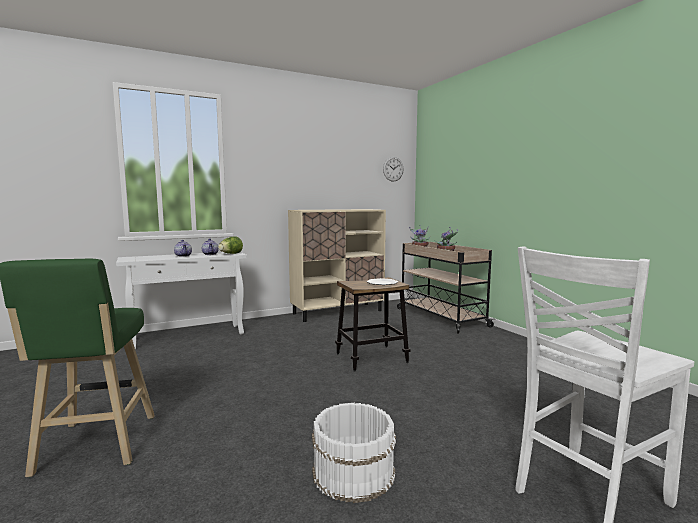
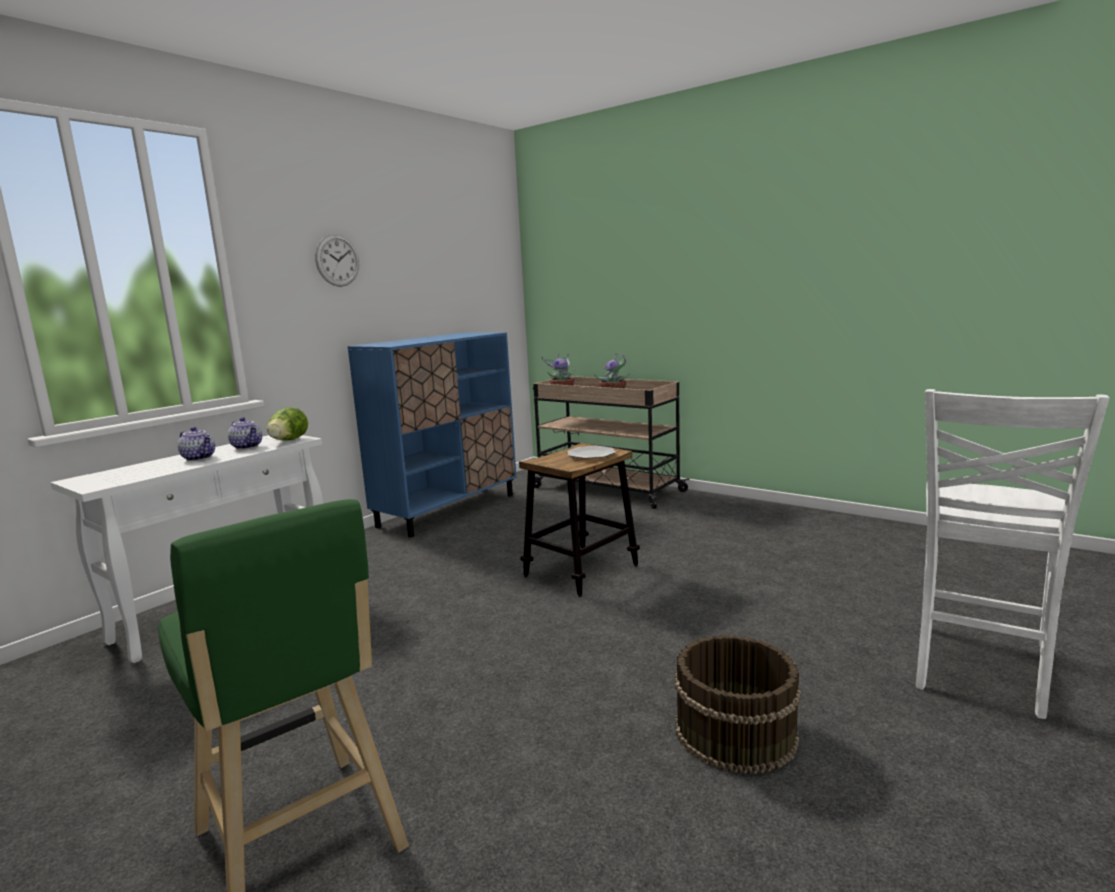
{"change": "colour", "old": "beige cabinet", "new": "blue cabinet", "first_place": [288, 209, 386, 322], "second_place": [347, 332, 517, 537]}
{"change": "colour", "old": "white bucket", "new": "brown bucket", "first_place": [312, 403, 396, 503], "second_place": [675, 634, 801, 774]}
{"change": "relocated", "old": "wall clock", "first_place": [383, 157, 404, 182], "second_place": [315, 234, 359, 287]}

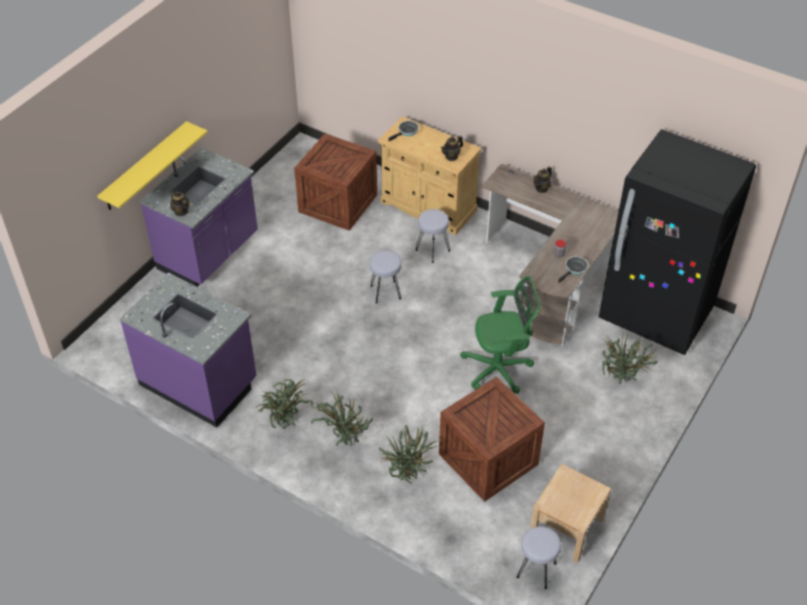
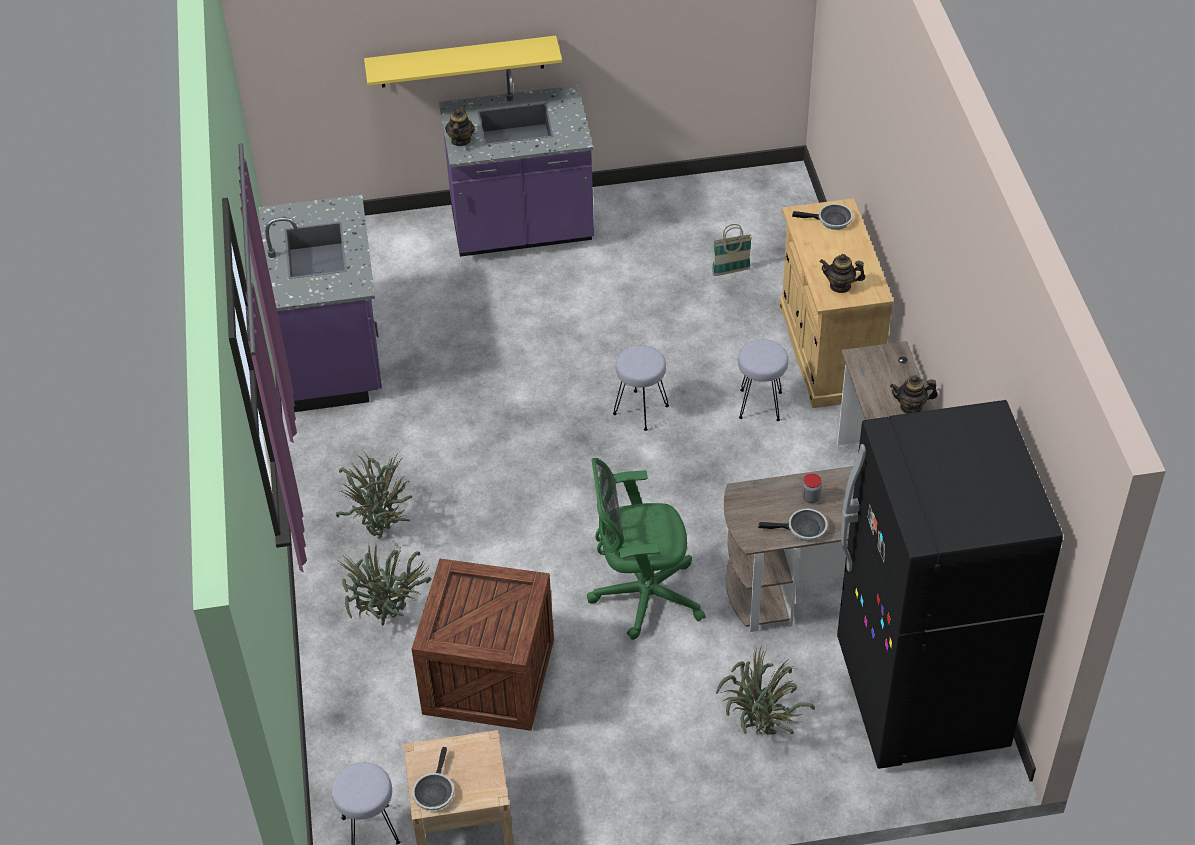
{"change": "missing", "old": "potted plant", "first_place": [254, 377, 313, 429]}
{"change": "exchanged", "old": "crate", "new": "basket", "first_place": [294, 133, 377, 231], "second_place": [712, 224, 752, 276]}
{"change": "spun", "old": "green office chair", "first_place": [460, 276, 541, 394], "second_place": [587, 458, 706, 640], "degrees": 135}
{"change": "appeared", "new": "frying pan", "second_place": [412, 747, 454, 810]}

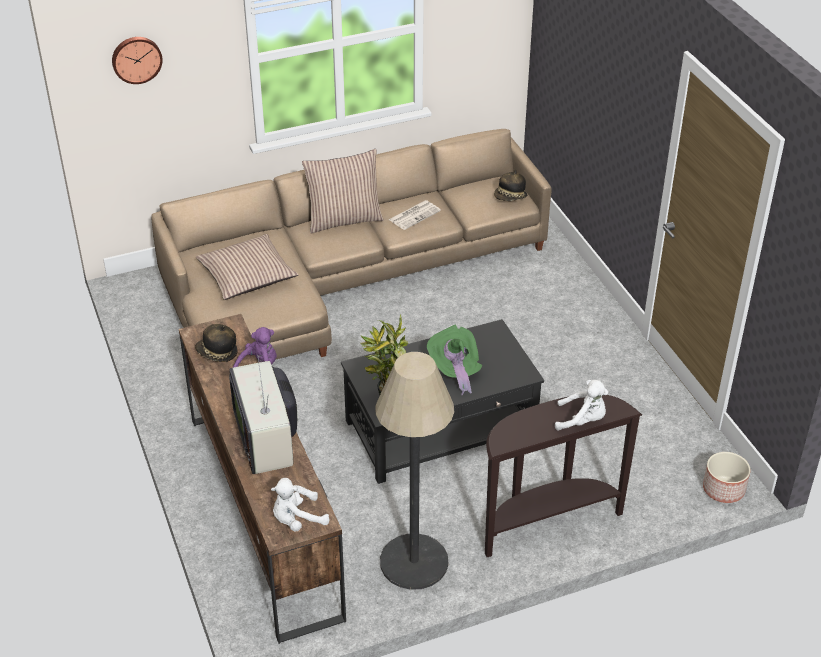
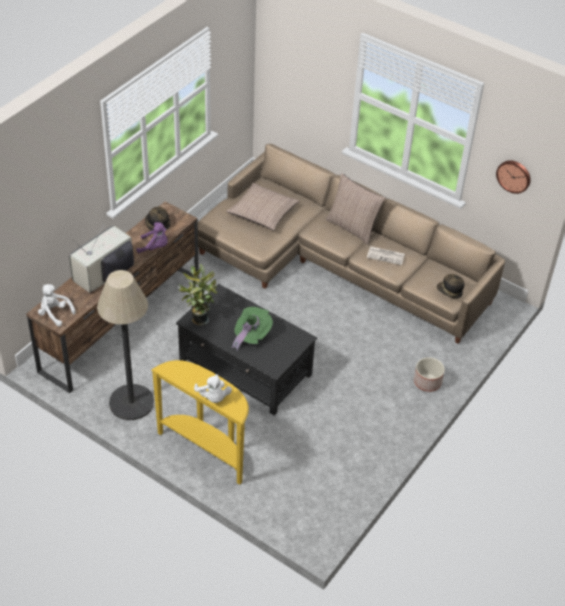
{"change": "relocated", "old": "wall clock", "first_place": [112, 37, 163, 84], "second_place": [496, 160, 531, 194]}
{"change": "colour", "old": "brown console table", "new": "yellow console table", "first_place": [485, 395, 642, 557], "second_place": [151, 360, 249, 485]}
{"change": "relocated", "old": "planter", "first_place": [703, 452, 751, 503], "second_place": [414, 357, 445, 392]}

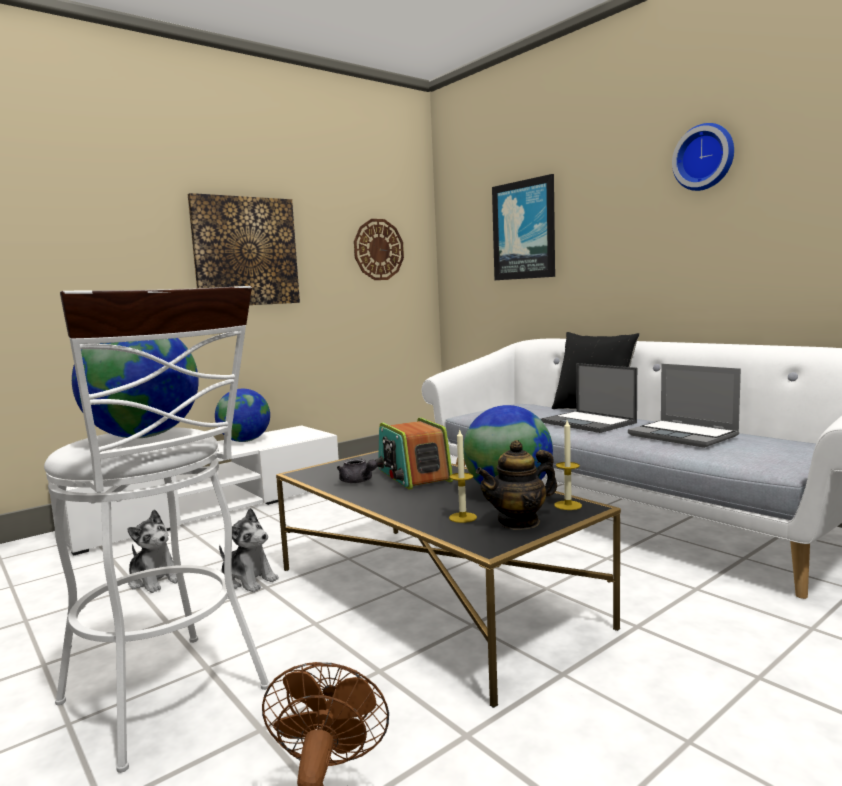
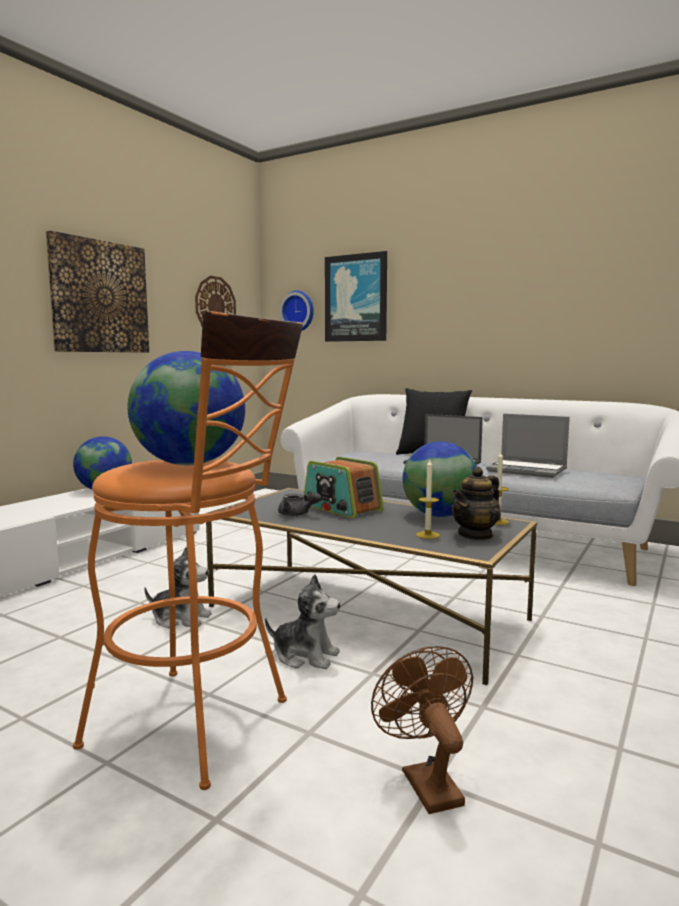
{"change": "colour", "old": "white stool", "new": "orange stool", "first_place": [44, 286, 270, 773], "second_place": [73, 311, 303, 790]}
{"change": "relocated", "old": "plush toy", "first_place": [127, 509, 178, 593], "second_place": [265, 574, 340, 669]}
{"change": "relocated", "old": "wall clock", "first_place": [672, 123, 734, 191], "second_place": [279, 290, 314, 331]}

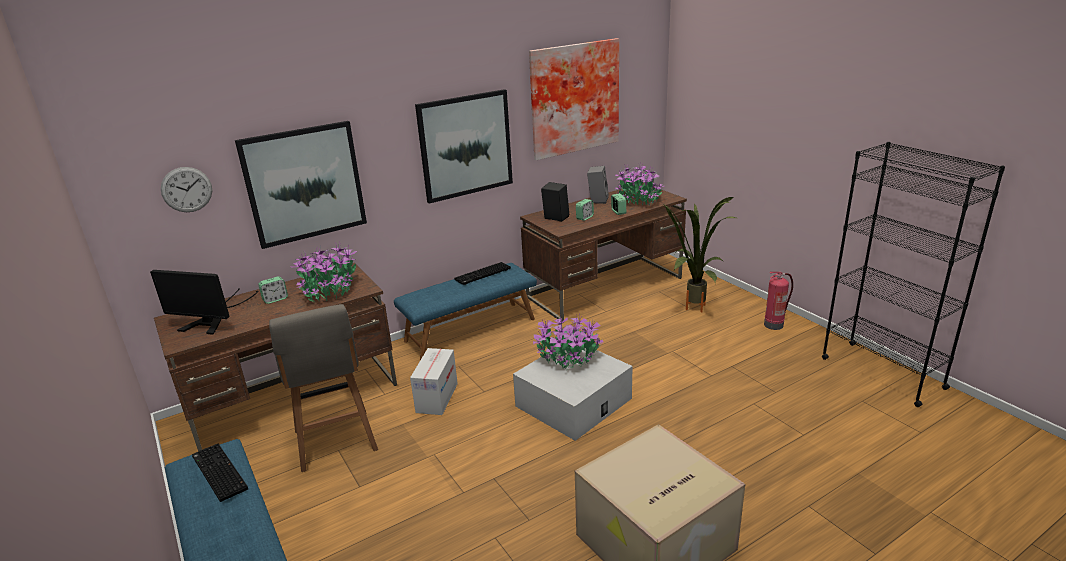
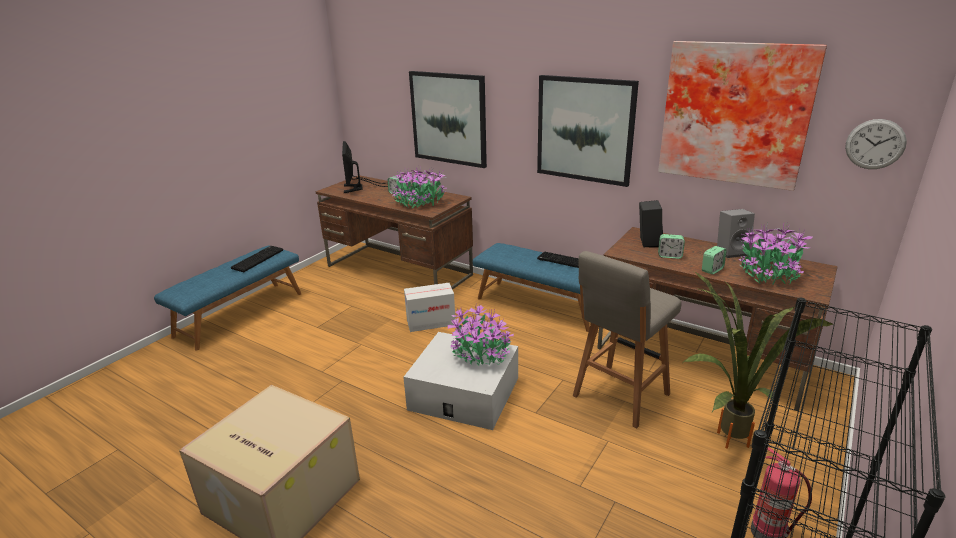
{"change": "relocated", "old": "wall clock", "first_place": [161, 167, 212, 212], "second_place": [845, 119, 907, 169]}
{"change": "relocated", "old": "grey stool", "first_place": [269, 304, 378, 472], "second_place": [573, 251, 682, 428]}

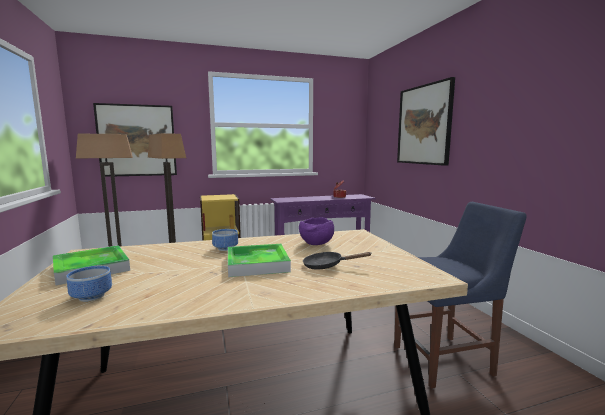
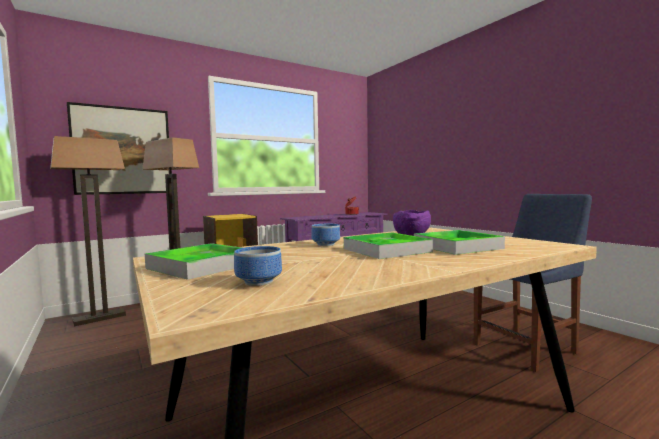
{"change": "exchanged", "old": "black frying pan", "new": "tray", "first_place": [303, 252, 372, 270], "second_place": [414, 230, 505, 255]}
{"change": "missing", "old": "picture", "first_place": [397, 77, 455, 166]}

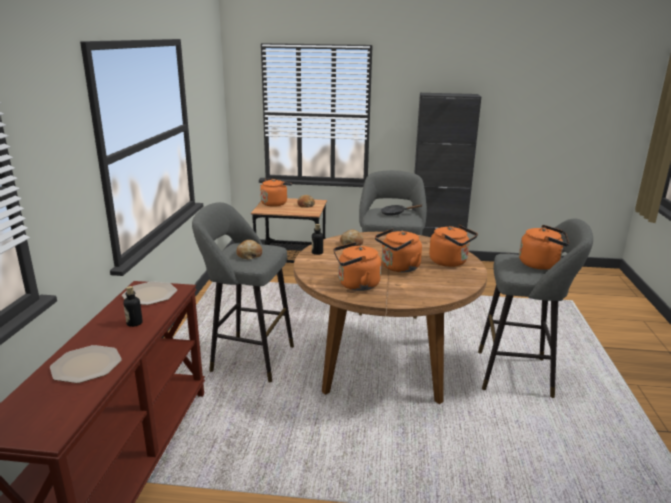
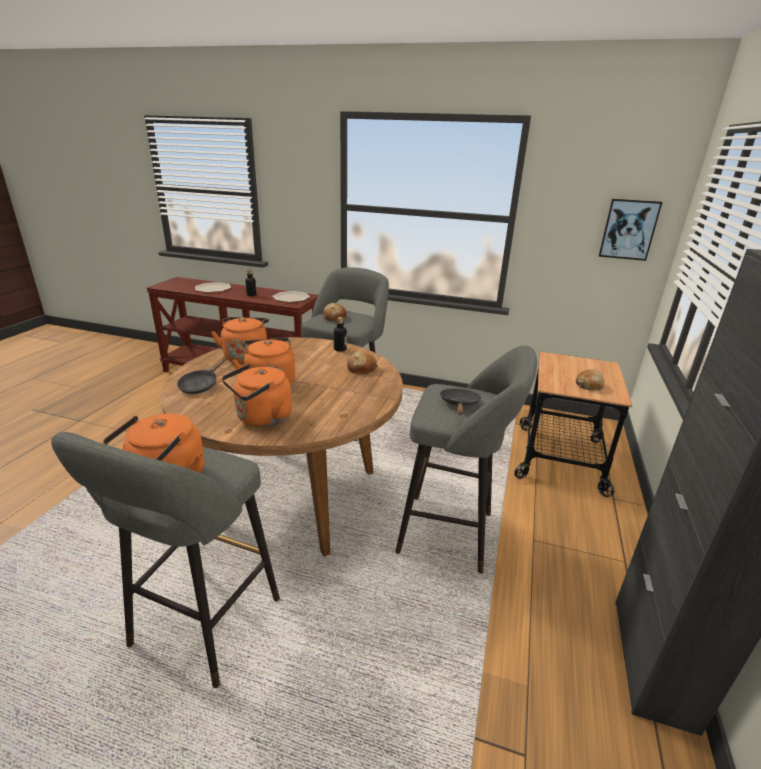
{"change": "missing", "old": "orange kettle", "first_place": [260, 178, 292, 207]}
{"change": "appeared", "new": "black frying pan", "second_place": [177, 357, 227, 394]}
{"change": "appeared", "new": "picture", "second_place": [599, 199, 662, 261]}

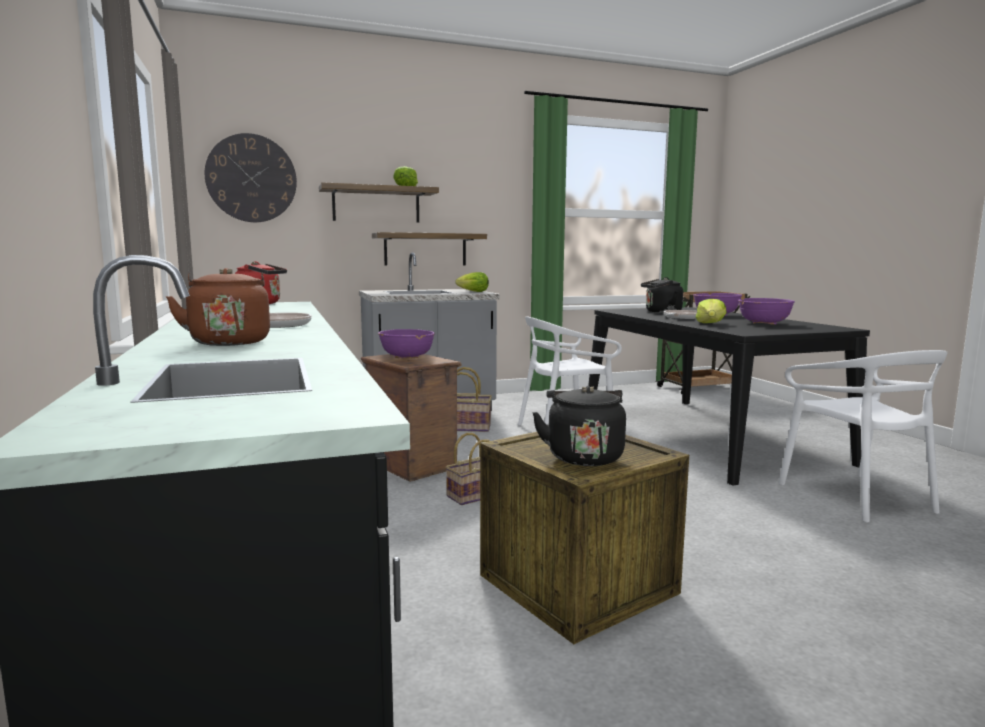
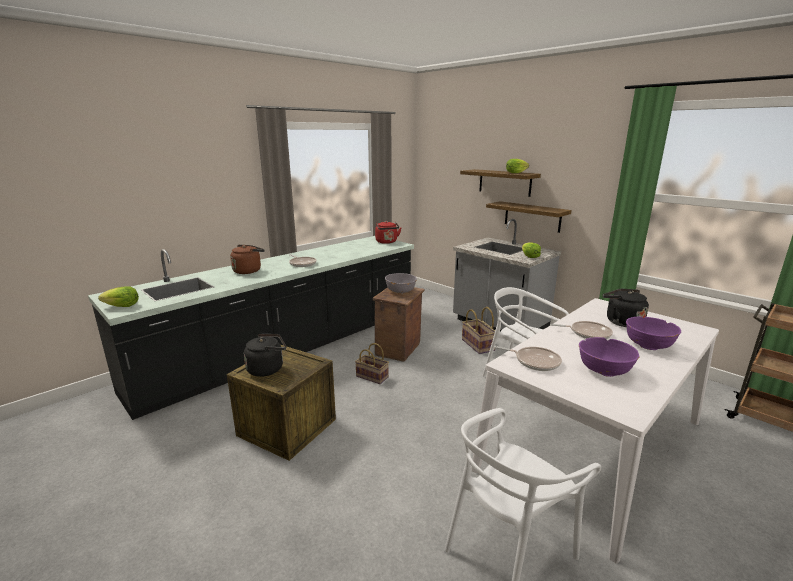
{"change": "missing", "old": "wall clock", "first_place": [205, 133, 297, 222]}
{"change": "colour", "old": "purple bowl", "new": "grey bowl", "first_place": [378, 329, 435, 359], "second_place": [385, 273, 417, 294]}
{"change": "colour", "old": "black dining table", "new": "white dining table", "first_place": [588, 307, 870, 485], "second_place": [471, 298, 719, 564]}
{"change": "relocated", "old": "lettuce", "first_place": [696, 299, 727, 323], "second_place": [98, 286, 139, 307]}
{"change": "appeared", "new": "frying pan", "second_place": [494, 346, 562, 371]}

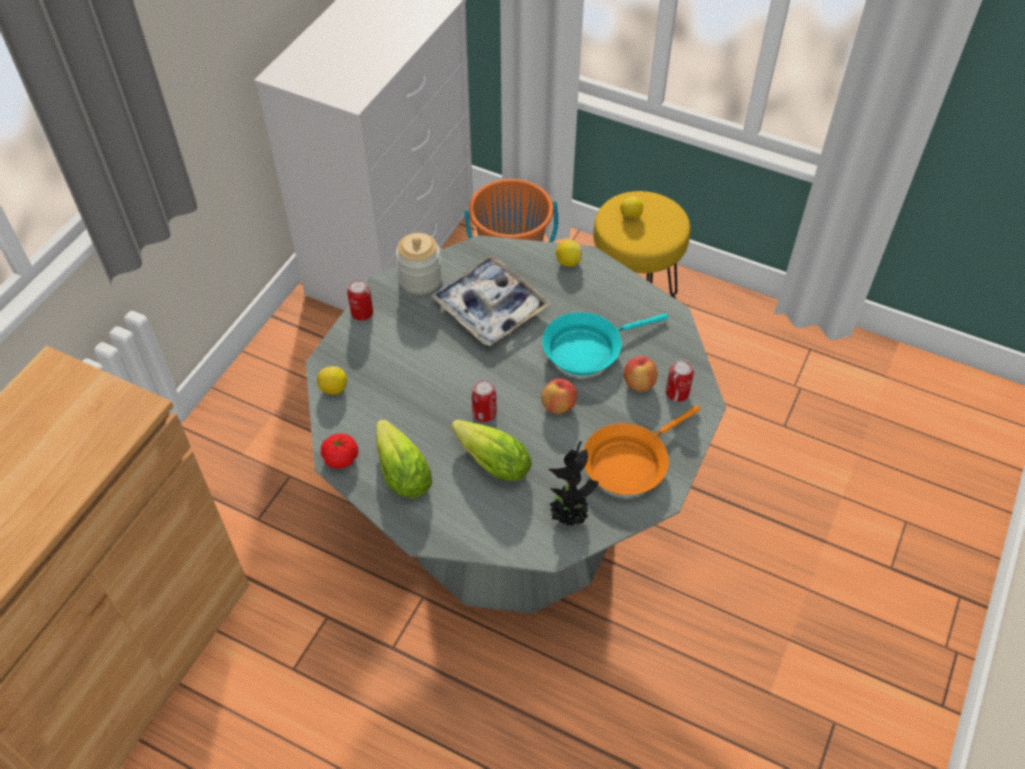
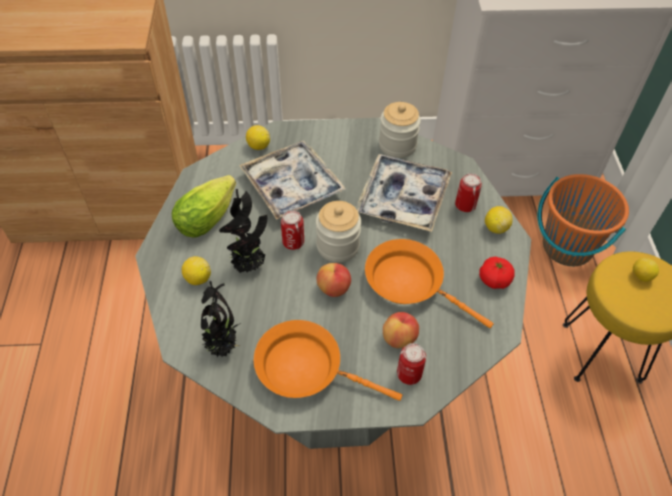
{"change": "relocated", "old": "tomato", "first_place": [321, 433, 358, 469], "second_place": [479, 257, 515, 289]}
{"change": "relocated", "old": "can", "first_place": [347, 279, 373, 321], "second_place": [455, 173, 482, 212]}
{"change": "exchanged", "old": "lettuce", "new": "potted plant", "first_place": [451, 420, 532, 481], "second_place": [219, 189, 268, 273]}
{"change": "colour", "old": "turquoise frying pan", "new": "orange frying pan", "first_place": [542, 312, 668, 375], "second_place": [365, 239, 494, 328]}
{"change": "appeared", "new": "lemon", "second_place": [182, 256, 211, 285]}
{"change": "appeared", "new": "tray", "second_place": [239, 141, 346, 220]}
{"change": "appeared", "new": "jar", "second_place": [316, 201, 361, 263]}

